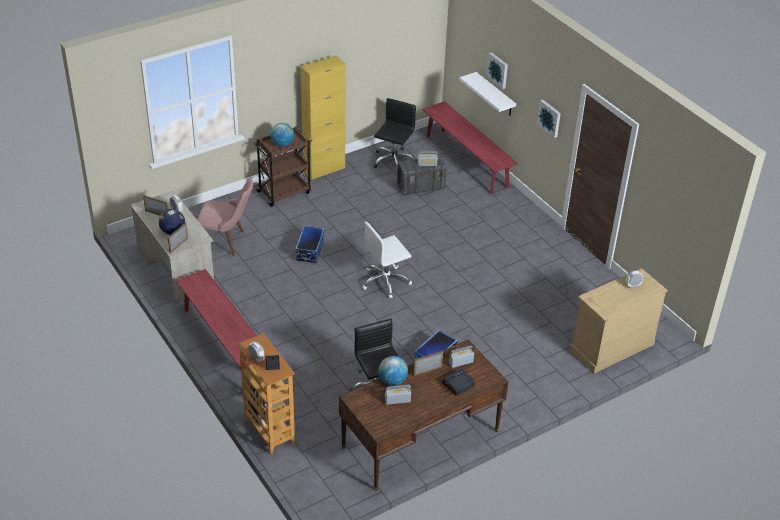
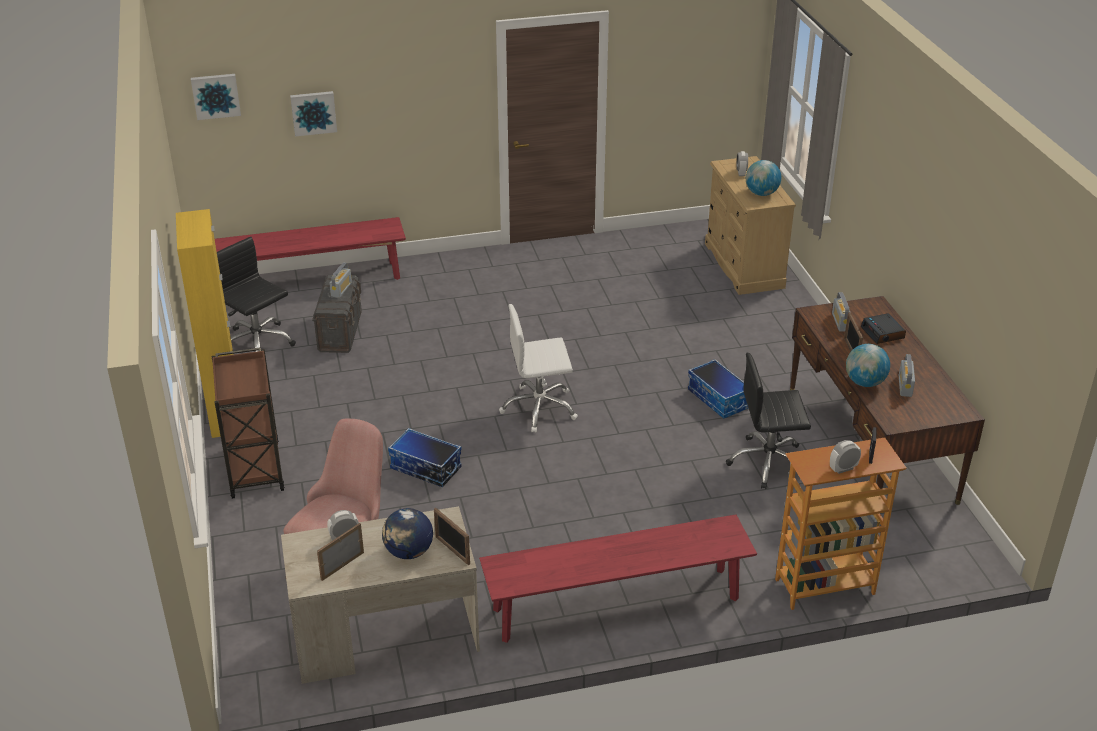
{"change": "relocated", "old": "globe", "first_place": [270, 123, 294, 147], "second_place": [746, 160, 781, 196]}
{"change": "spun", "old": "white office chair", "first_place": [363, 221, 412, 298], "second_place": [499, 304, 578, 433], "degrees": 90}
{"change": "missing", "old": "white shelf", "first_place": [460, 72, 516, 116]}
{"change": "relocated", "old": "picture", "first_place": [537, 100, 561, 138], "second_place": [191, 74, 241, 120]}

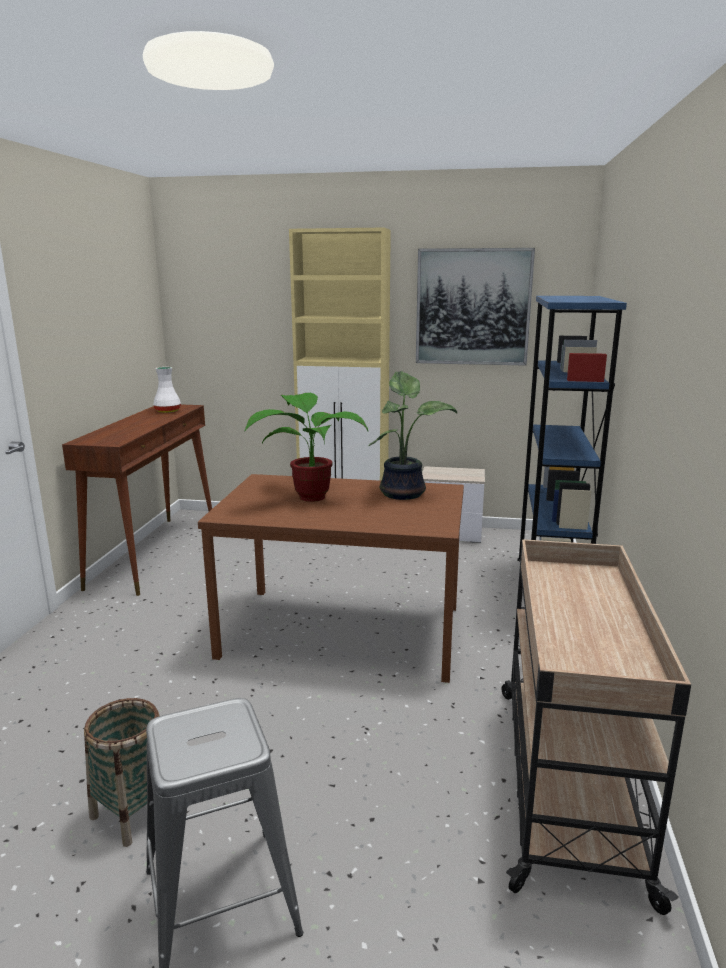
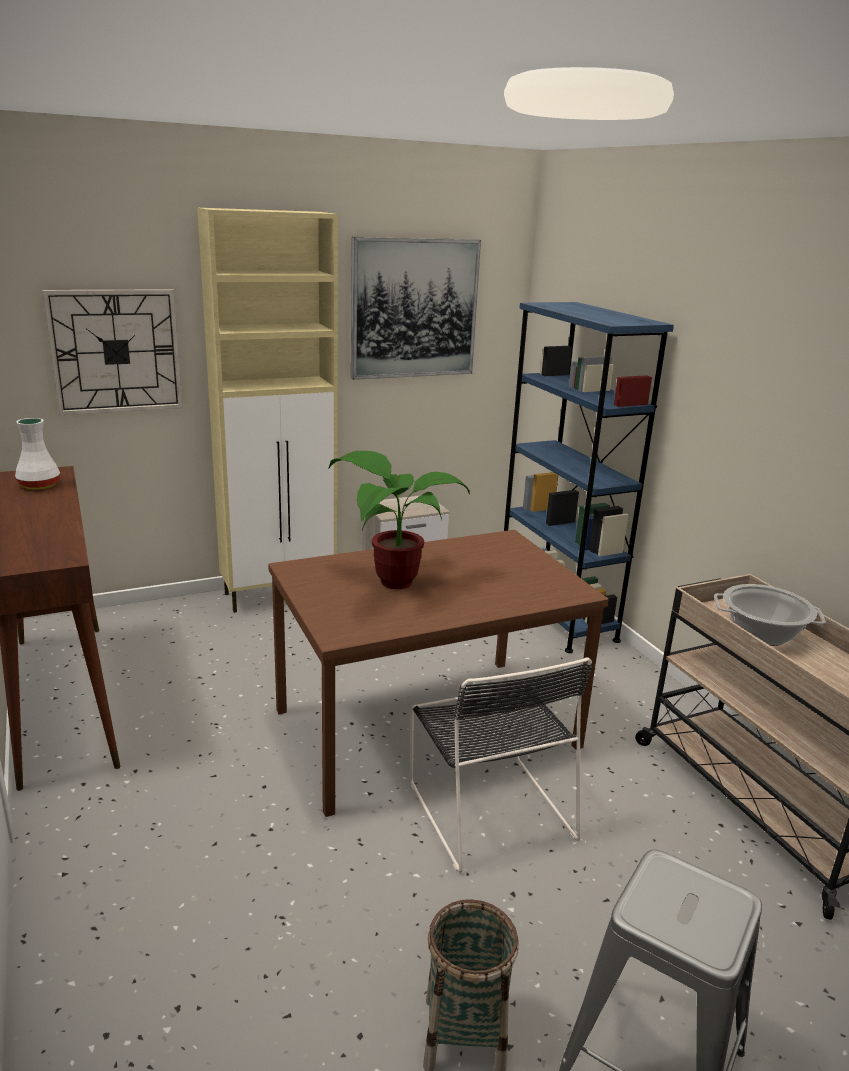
{"change": "missing", "old": "potted plant", "first_place": [369, 371, 457, 500]}
{"change": "appeared", "new": "wall clock", "second_place": [42, 289, 183, 415]}
{"change": "appeared", "new": "black chair", "second_place": [410, 657, 592, 873]}
{"change": "appeared", "new": "cooking pot", "second_place": [714, 584, 826, 646]}

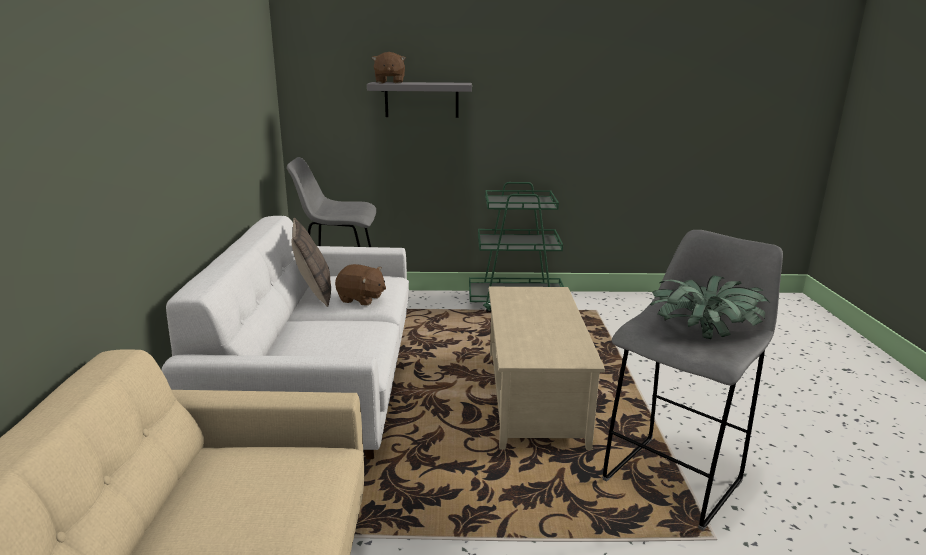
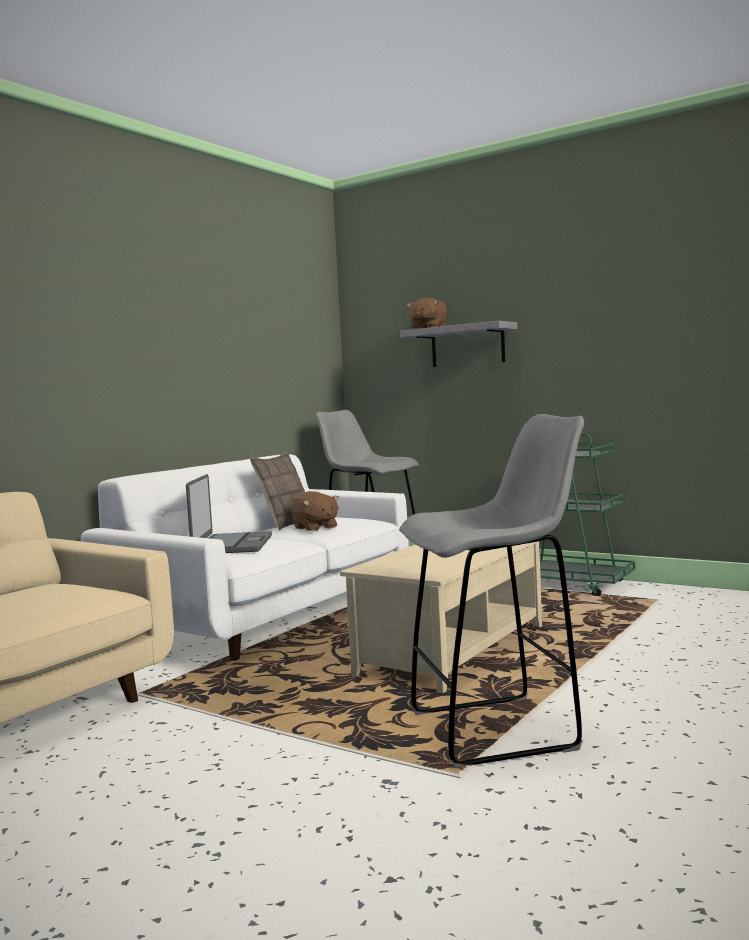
{"change": "missing", "old": "potted plant", "first_place": [650, 275, 769, 339]}
{"change": "appeared", "new": "laptop", "second_place": [186, 474, 272, 553]}

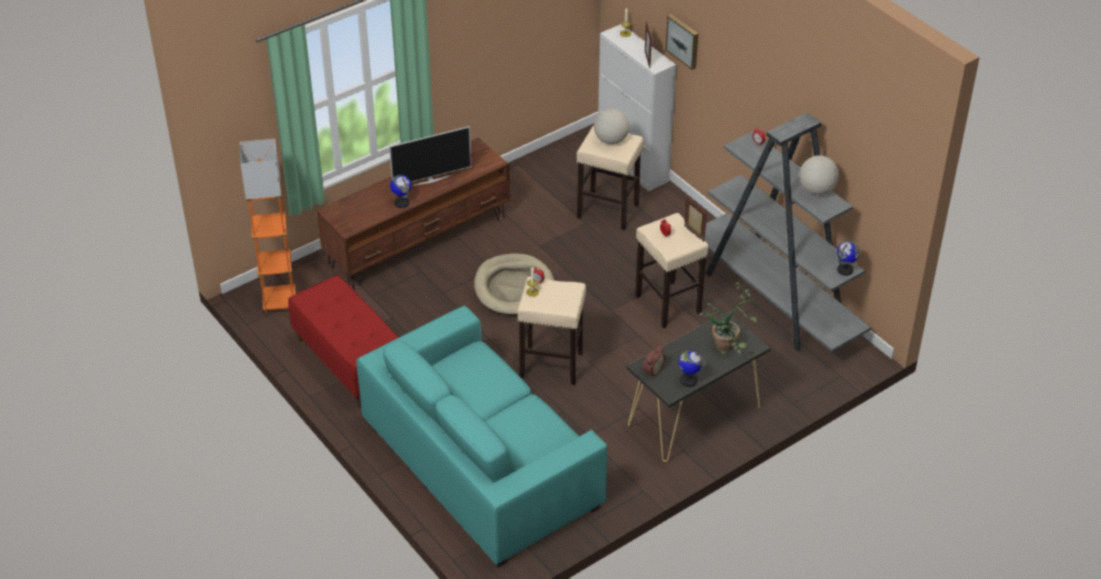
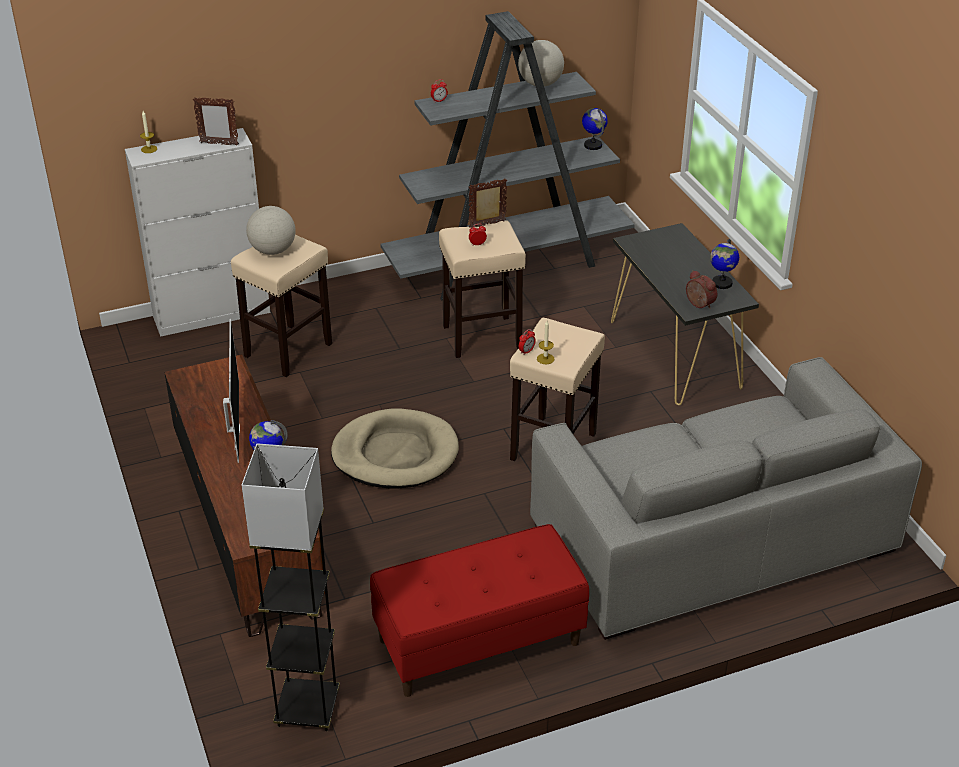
{"change": "colour", "old": "orange floor lamp", "new": "grey floor lamp", "first_place": [240, 139, 296, 313], "second_place": [242, 443, 340, 731]}
{"change": "colour", "old": "turquoise sofa", "new": "grey sofa", "first_place": [356, 306, 607, 567], "second_place": [530, 357, 922, 640]}
{"change": "missing", "old": "picture", "first_place": [665, 14, 698, 70]}
{"change": "missing", "old": "potted plant", "first_place": [699, 282, 757, 354]}

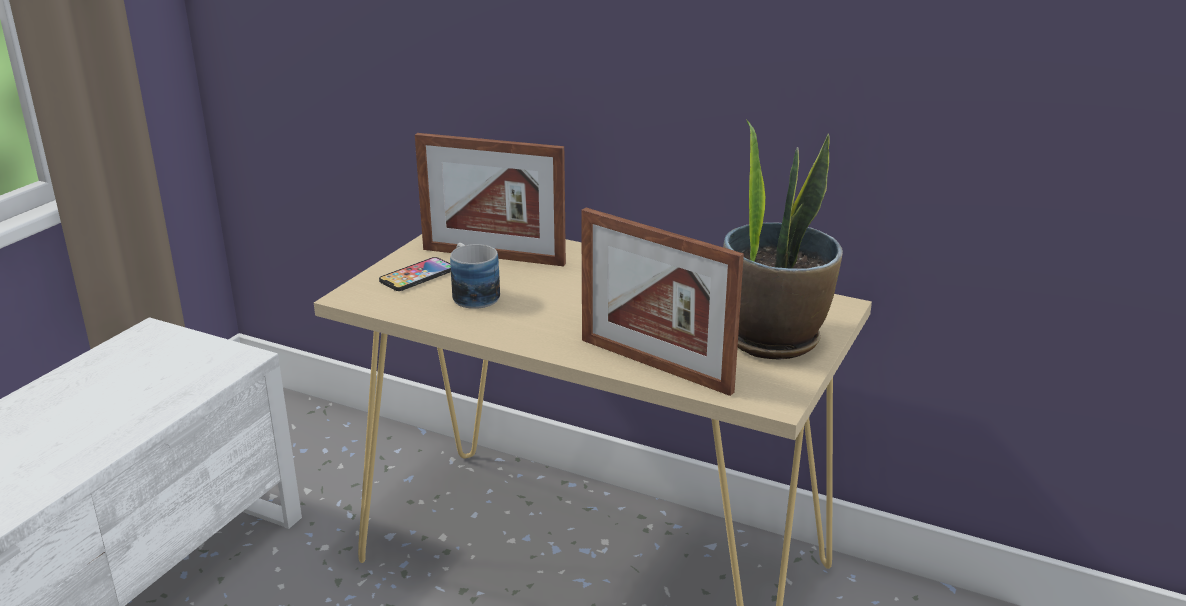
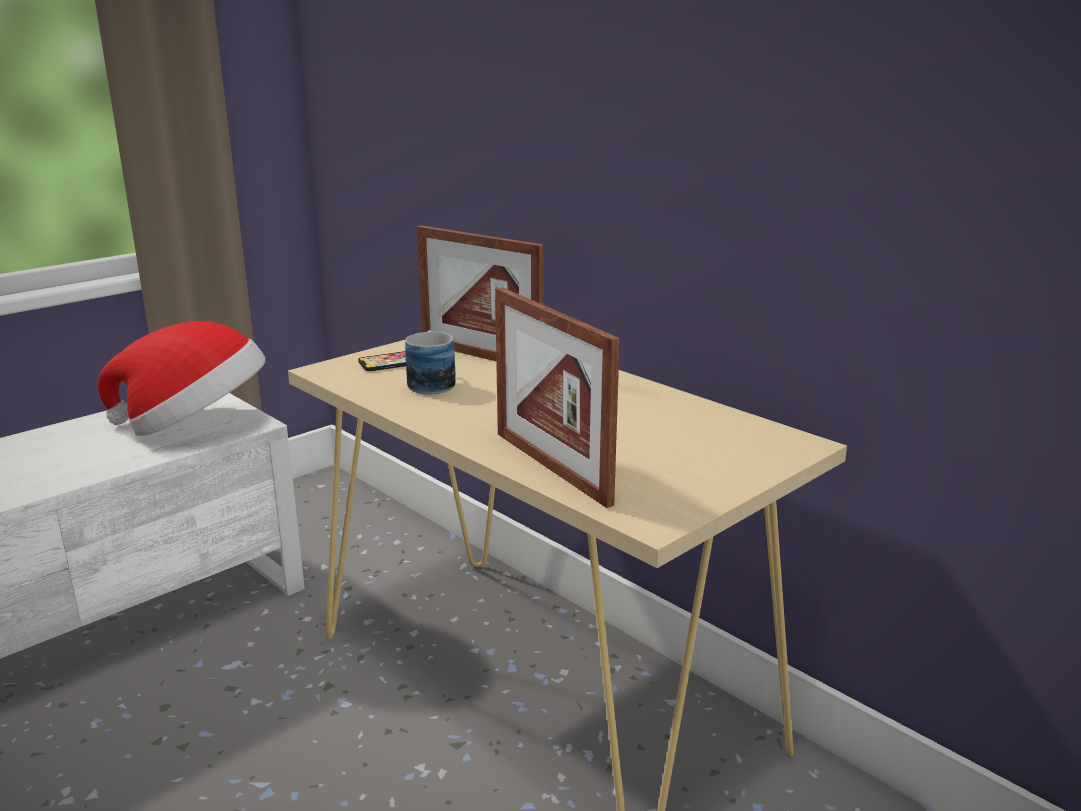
{"change": "missing", "old": "potted plant", "first_place": [723, 119, 843, 359]}
{"change": "appeared", "new": "hat", "second_place": [98, 321, 265, 436]}

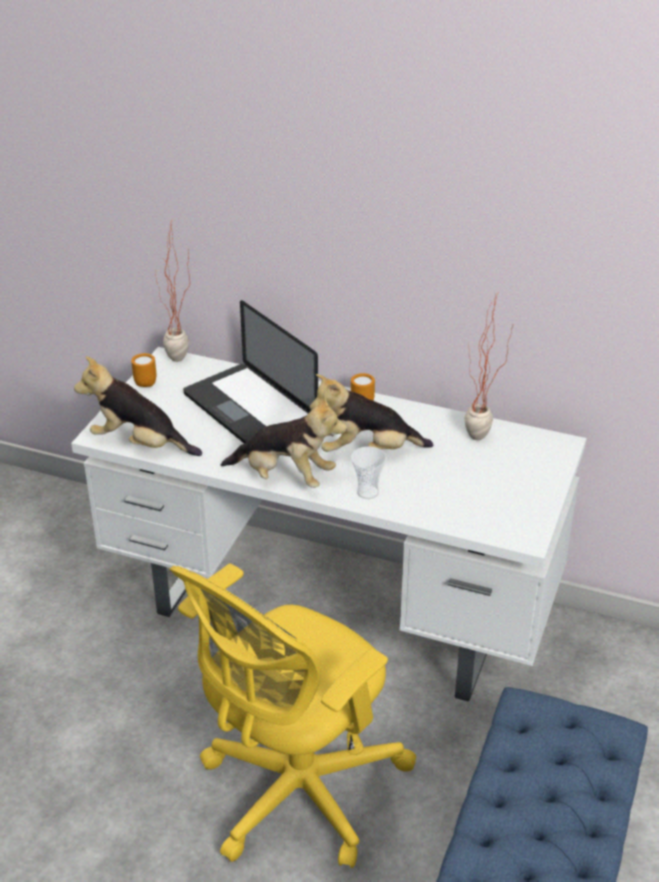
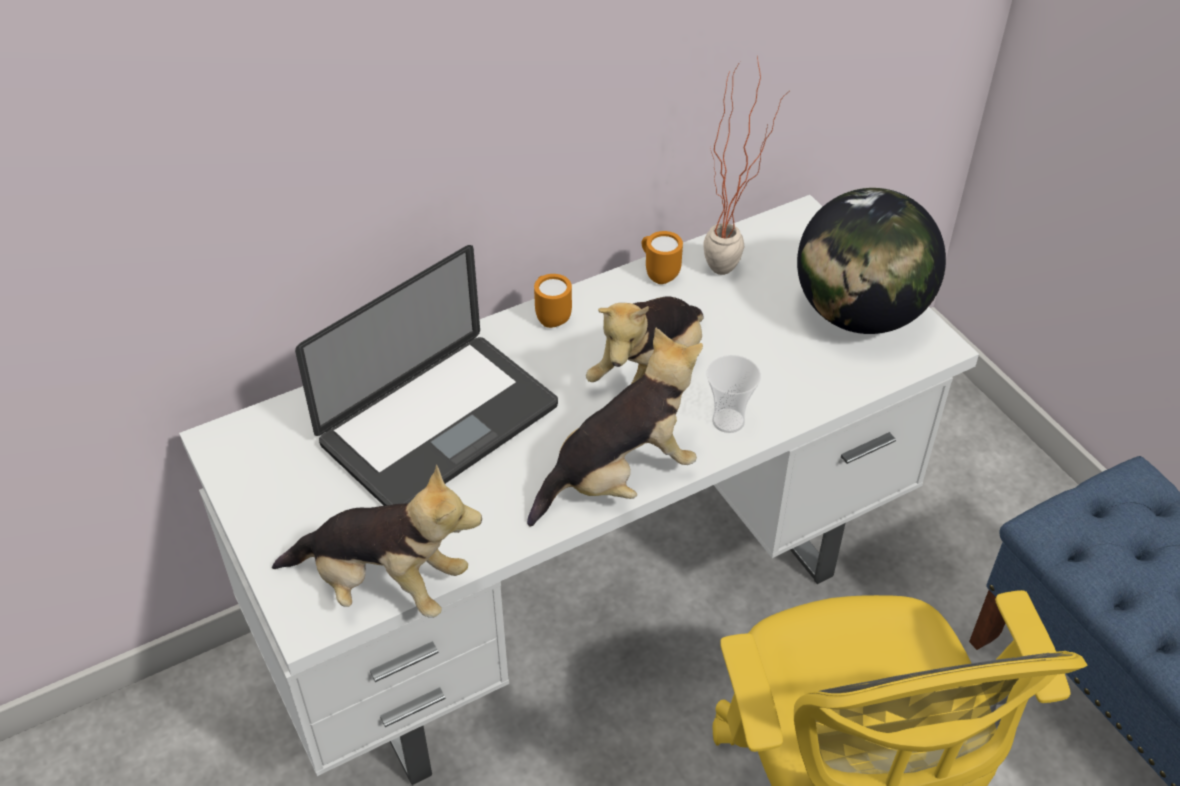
{"change": "spun", "old": "plush toy", "first_place": [74, 356, 202, 456], "second_place": [272, 465, 482, 618], "degrees": -135}
{"change": "relocated", "old": "orange mug", "first_place": [131, 353, 156, 387], "second_place": [641, 231, 683, 284]}
{"change": "missing", "old": "potted plant", "first_place": [155, 220, 190, 362]}
{"change": "spun", "old": "laptop", "first_place": [183, 300, 318, 443], "second_place": [295, 245, 558, 506], "degrees": -45}
{"change": "appeared", "new": "globe", "second_place": [797, 188, 946, 334]}

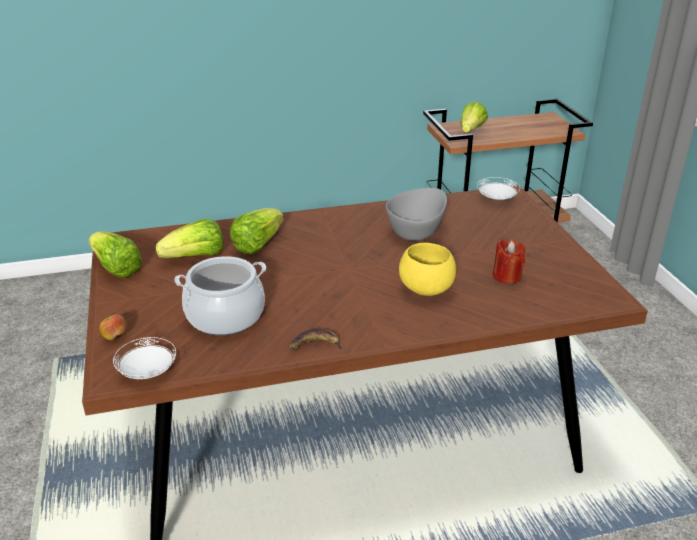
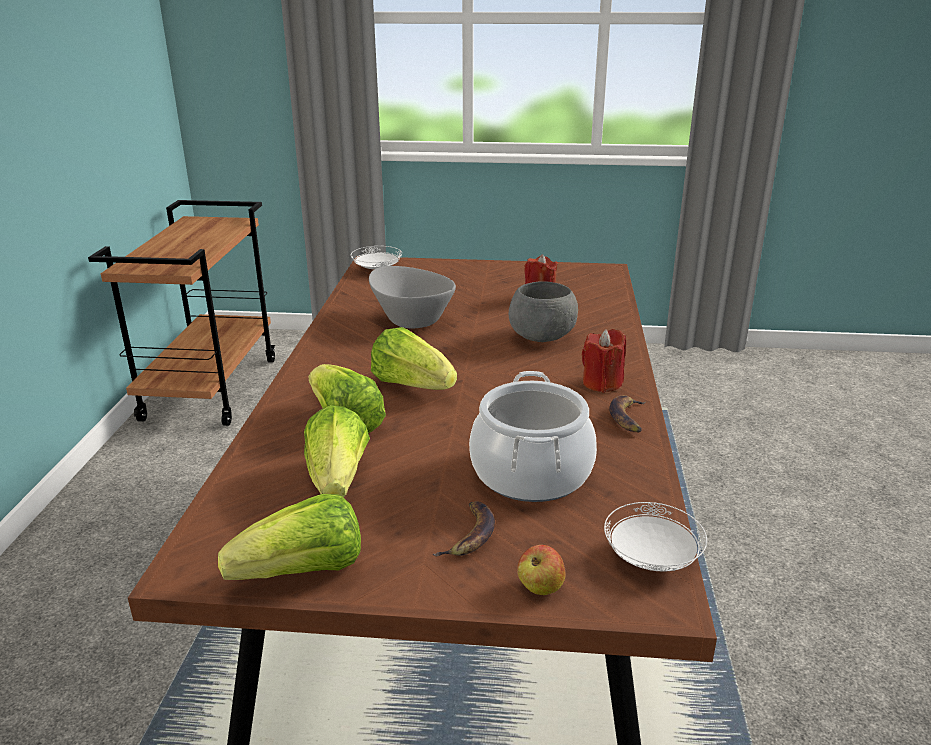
{"change": "colour", "old": "yellow bowl", "new": "grey bowl", "first_place": [399, 243, 456, 296], "second_place": [509, 281, 578, 342]}
{"change": "relocated", "old": "lettuce", "first_place": [461, 102, 488, 133], "second_place": [371, 327, 457, 390]}
{"change": "appeared", "new": "banana", "second_place": [433, 501, 495, 556]}
{"change": "appeared", "new": "red candle", "second_place": [582, 329, 626, 393]}

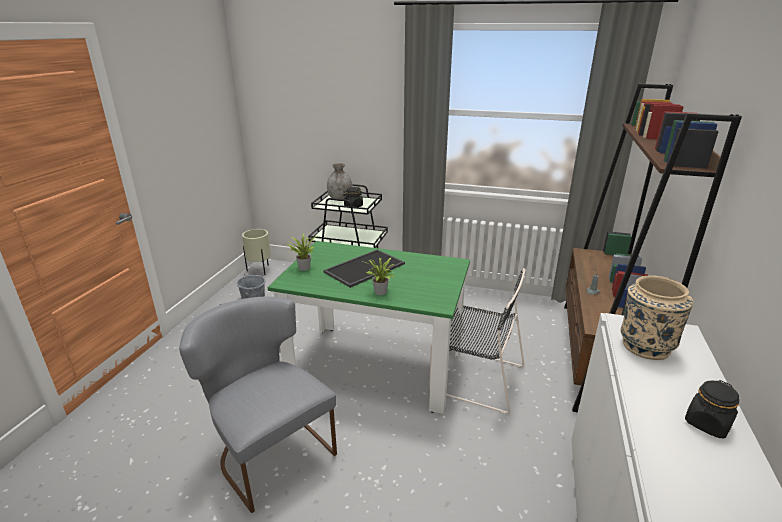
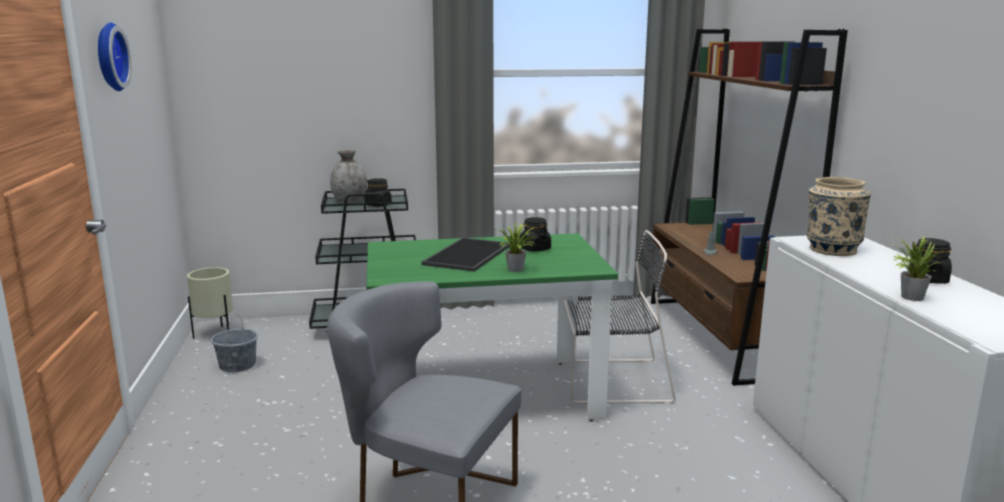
{"change": "relocated", "old": "potted plant", "first_place": [287, 234, 318, 271], "second_place": [893, 237, 944, 301]}
{"change": "appeared", "new": "wall clock", "second_place": [98, 22, 132, 91]}
{"change": "appeared", "new": "black jar", "second_place": [520, 217, 551, 252]}

